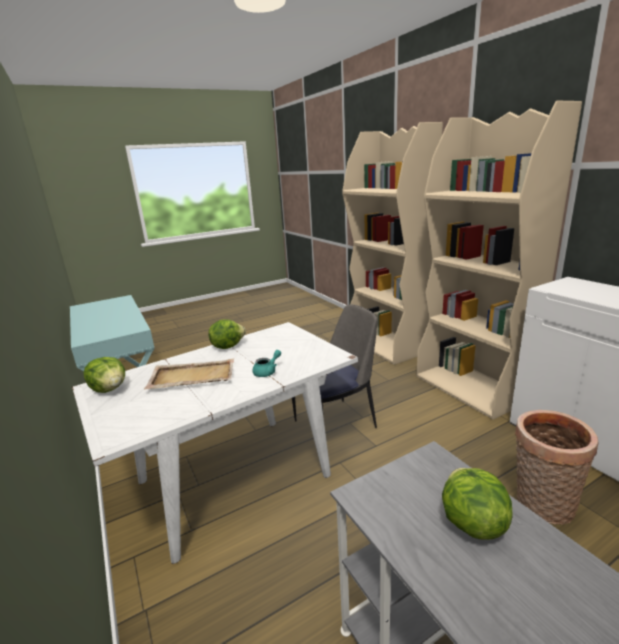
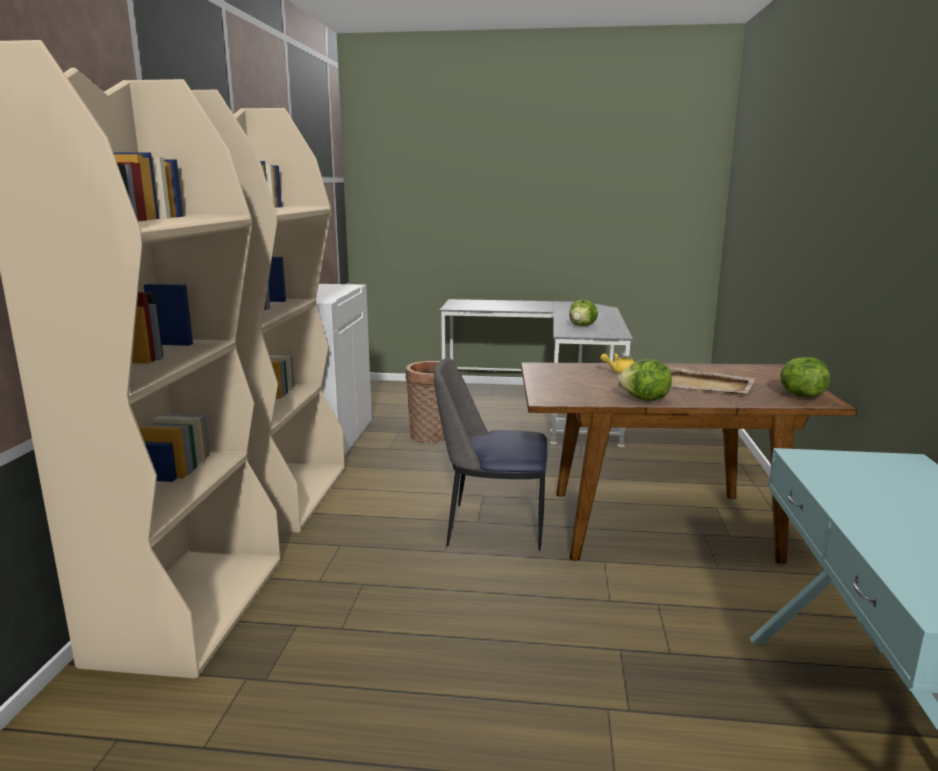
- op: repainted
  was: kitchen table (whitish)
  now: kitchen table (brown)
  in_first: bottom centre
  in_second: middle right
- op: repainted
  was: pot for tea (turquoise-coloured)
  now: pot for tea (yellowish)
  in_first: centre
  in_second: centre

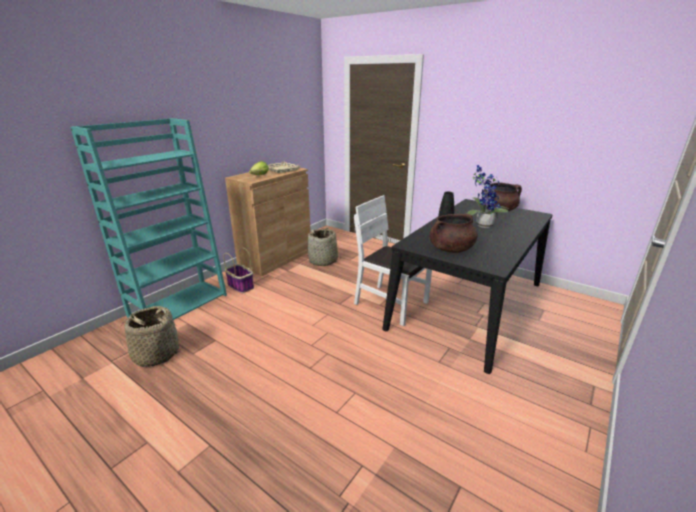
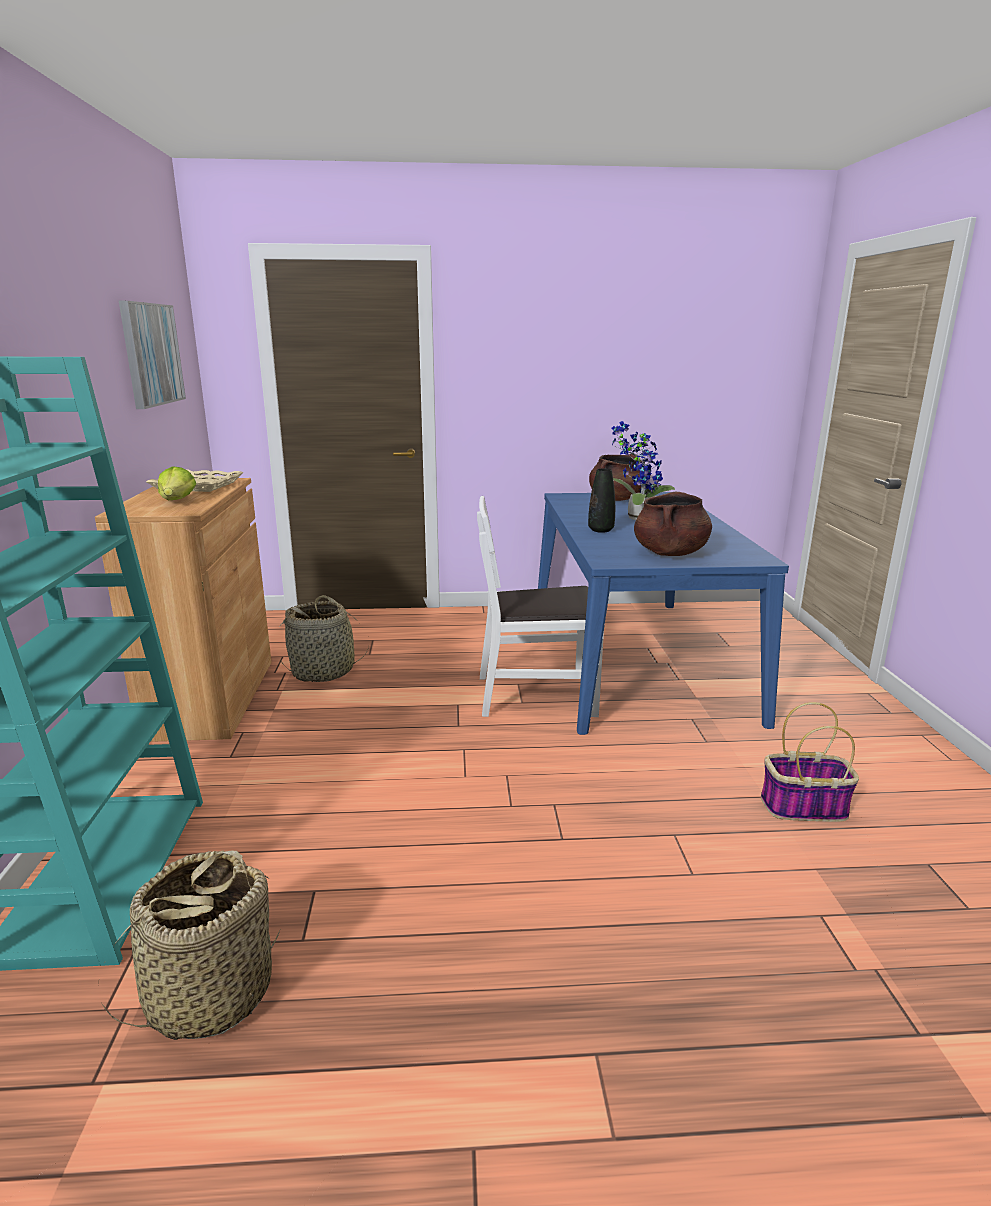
- op: shifted
  was: basket (no. 2 from left in the first image)
  now: basket (no. 3 from left)
  in_first: centre
  in_second: middle right
- op: repainted
  was: kitchen table (black)
  now: kitchen table (blue-coloured)
  in_first: middle right
  in_second: middle right
- op: new
  now: picture
  in_second: top left

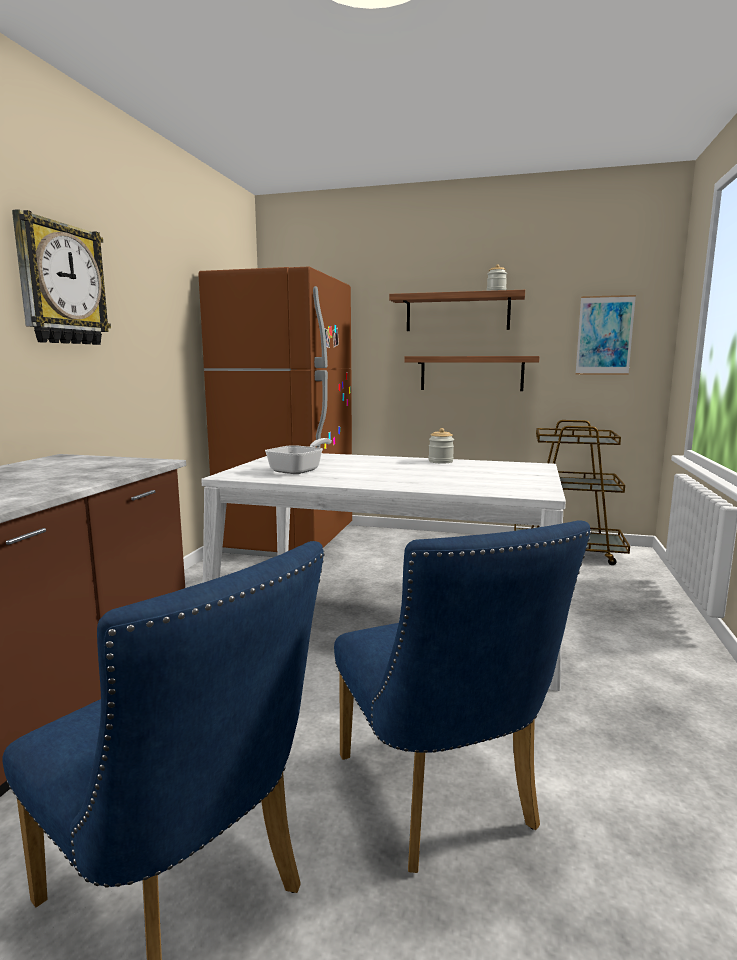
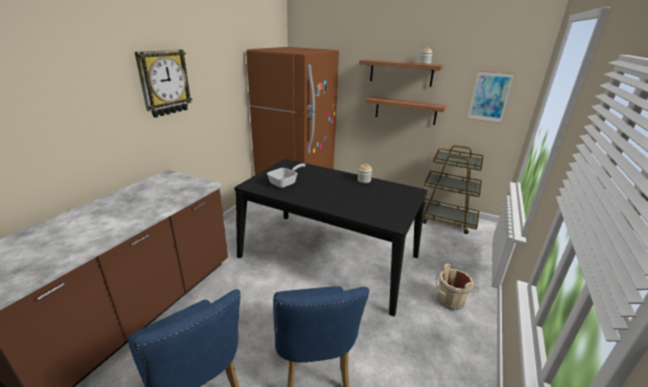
- op: repainted
  was: kitchen table (whitish)
  now: kitchen table (black)
  in_first: centre
  in_second: centre
- op: new
  now: bucket (beige)
  in_second: bottom right

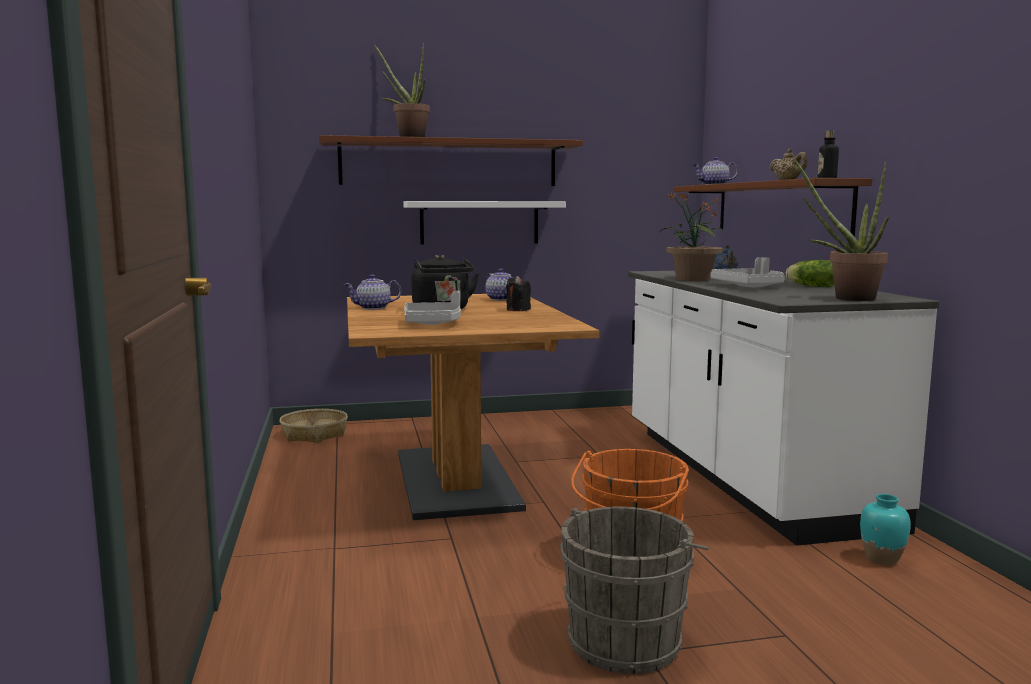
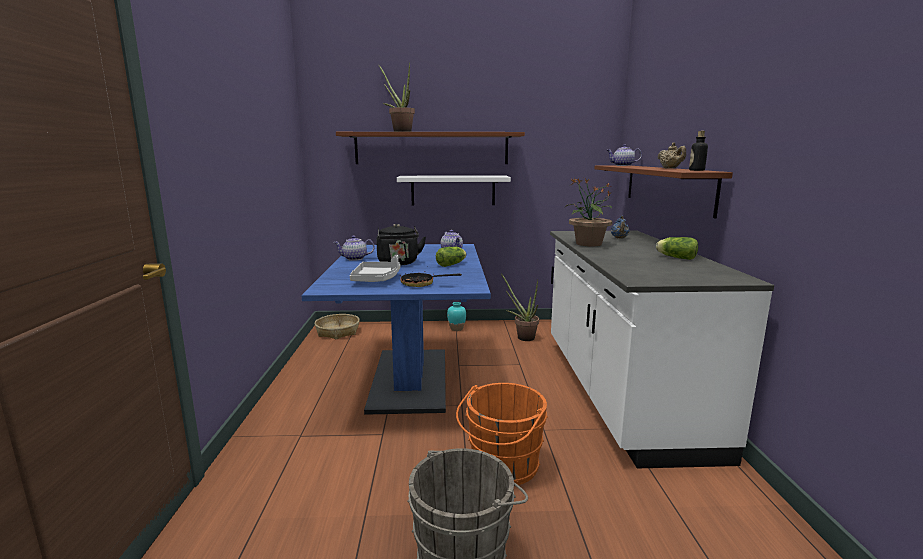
- op: repainted
  was: kitchen table (brown)
  now: kitchen table (blue-coloured)
  in_first: centre
  in_second: centre
- op: swapped
  was: candle (black)
  now: head of lettuce (no. 1 from left)
  in_first: centre
  in_second: centre
- op: gone
  was: serving tray (greyish) (no. 2 from left)
  in_first: middle right
- op: shifted
  was: plant in a pot (no. 3 from left in the first image)
  now: plant in a pot (no. 2 from left)
  in_first: middle right
  in_second: centre
- op: shifted
  was: vase (turquoise-coloured)
  in_first: bottom right
  in_second: centre
- op: new
  now: pan
  in_second: centre

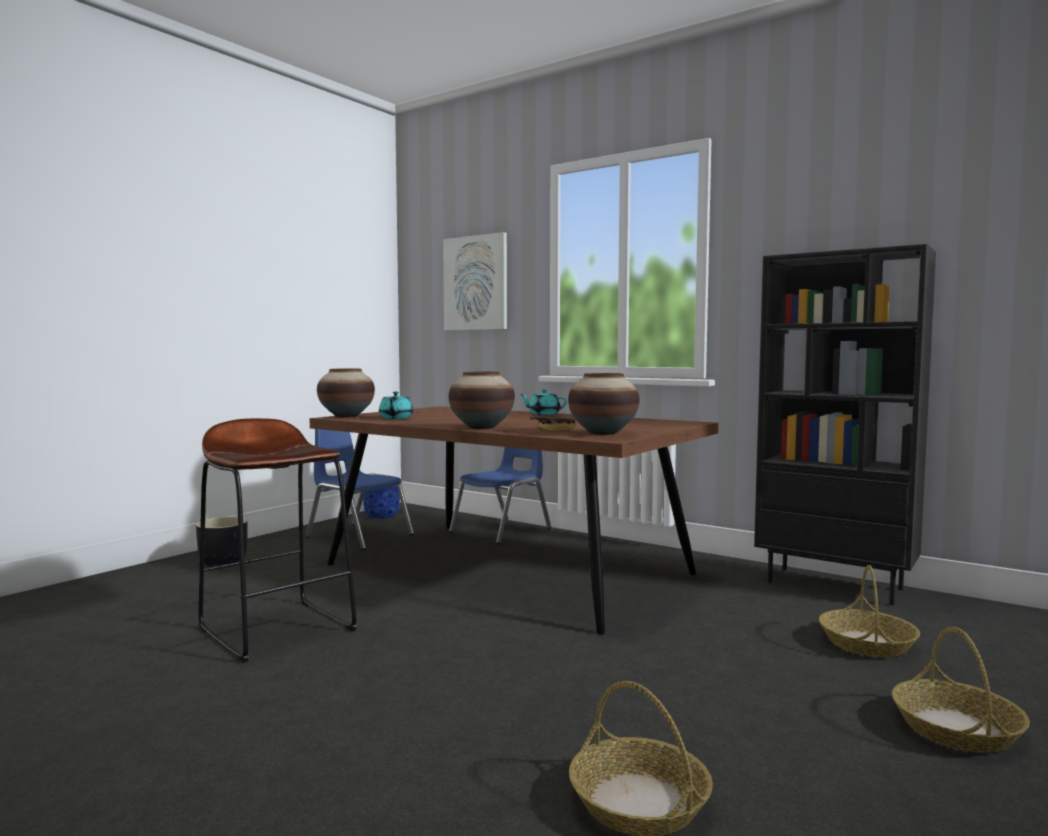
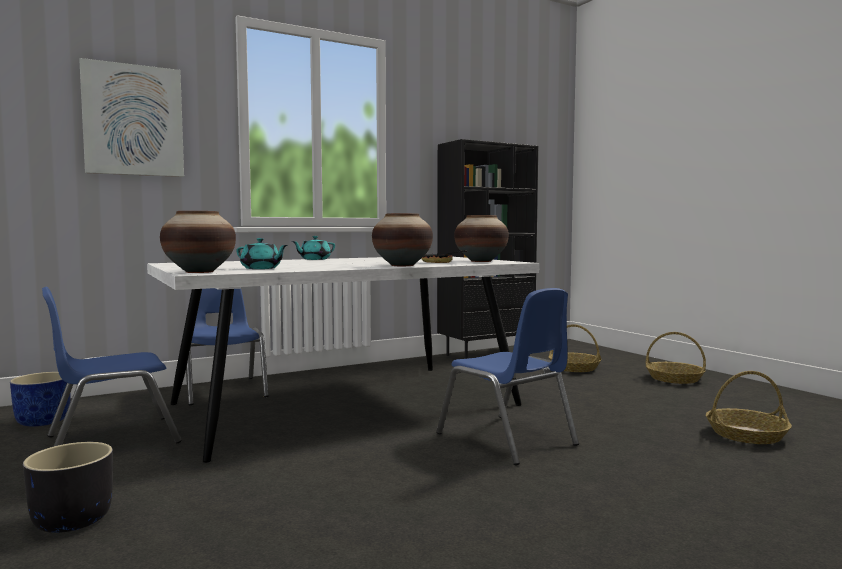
- op: gone
  was: sitting stool (brown)
  in_first: middle left
- op: repainted
  was: kitchen table (brown)
  now: kitchen table (whitish)
  in_first: centre
  in_second: centre
- op: new
  now: chair (blue-coloured) (no. 3 from left)
  in_second: centre

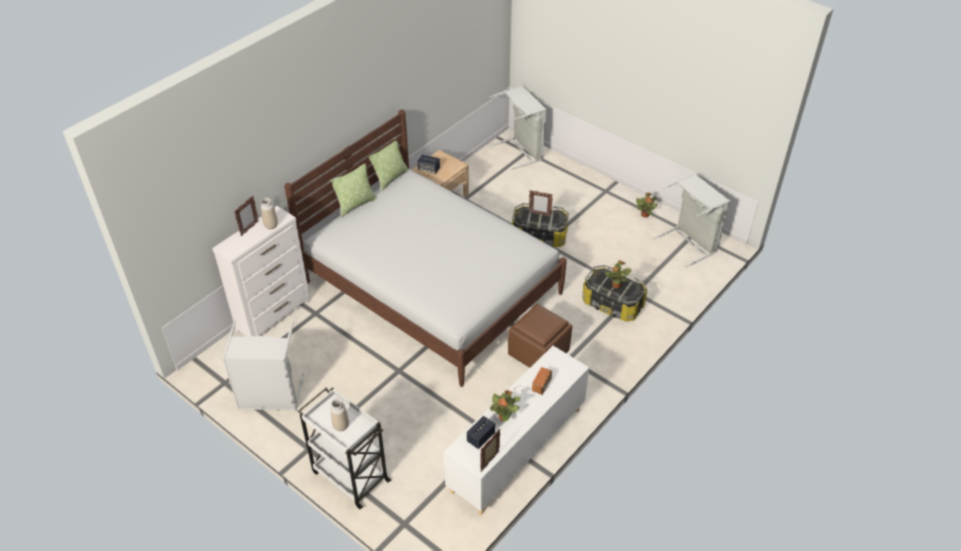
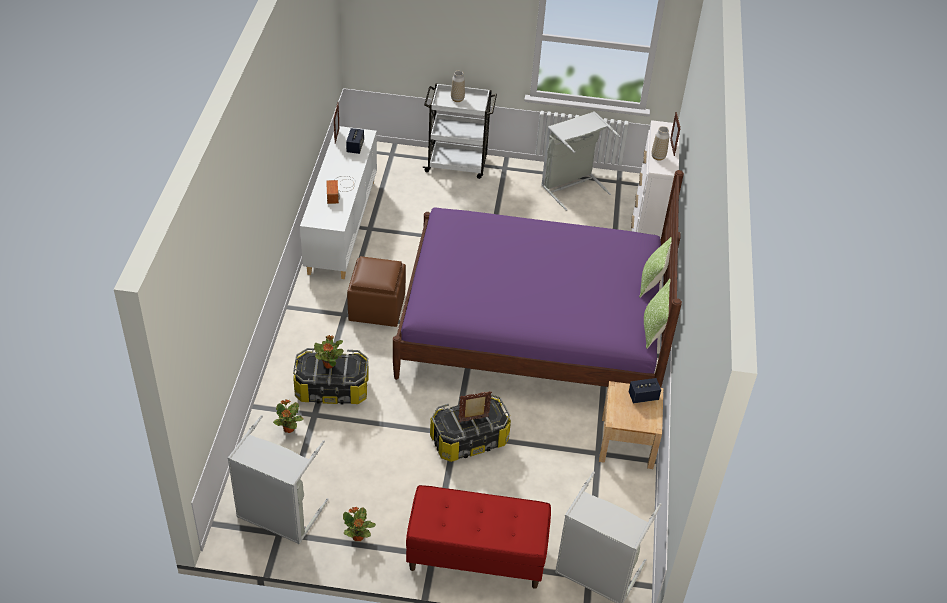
- op: repainted
  was: bed (whitish)
  now: bed (purple-coloured)
  in_first: centre
  in_second: centre
- op: shifted
  was: plant in a pot (no. 1 from left)
  in_first: bottom centre
  in_second: bottom left
- op: new
  now: long seat (red)
  in_second: bottom centre

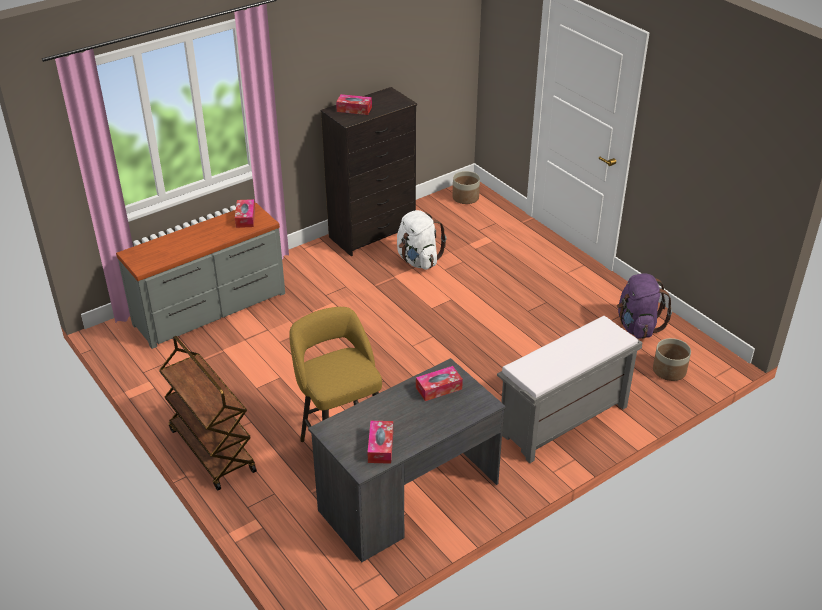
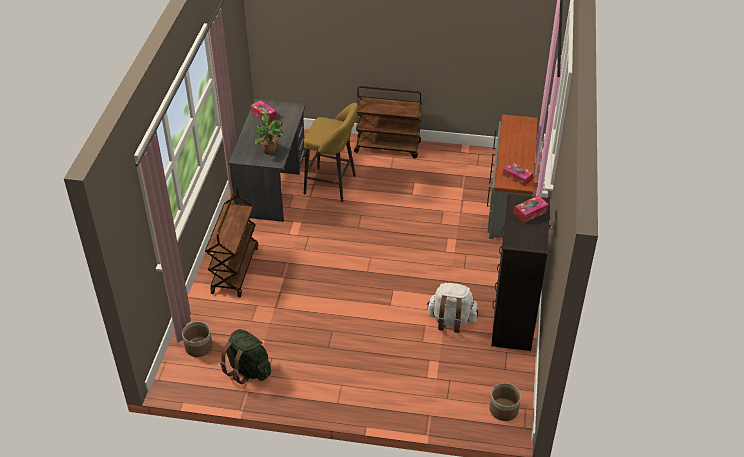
- op: swapped
  was: box of tissues (no. 4 from left)
  now: plant in a pot
  in_first: centre
  in_second: top centre
- op: swapped
  was: long seat (greyish)
  now: wheeled cart (brown) (no. 1 from left)
  in_first: middle right
  in_second: middle left
- op: repainted
  was: knapsack (purple-coloured)
  now: knapsack (green-coloured)
  in_first: middle right
  in_second: bottom left

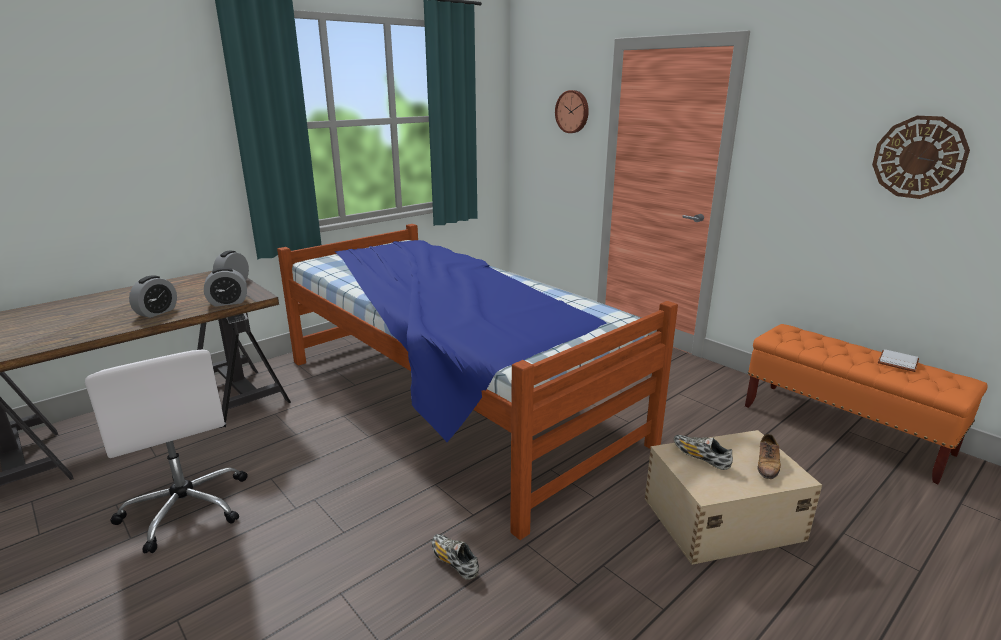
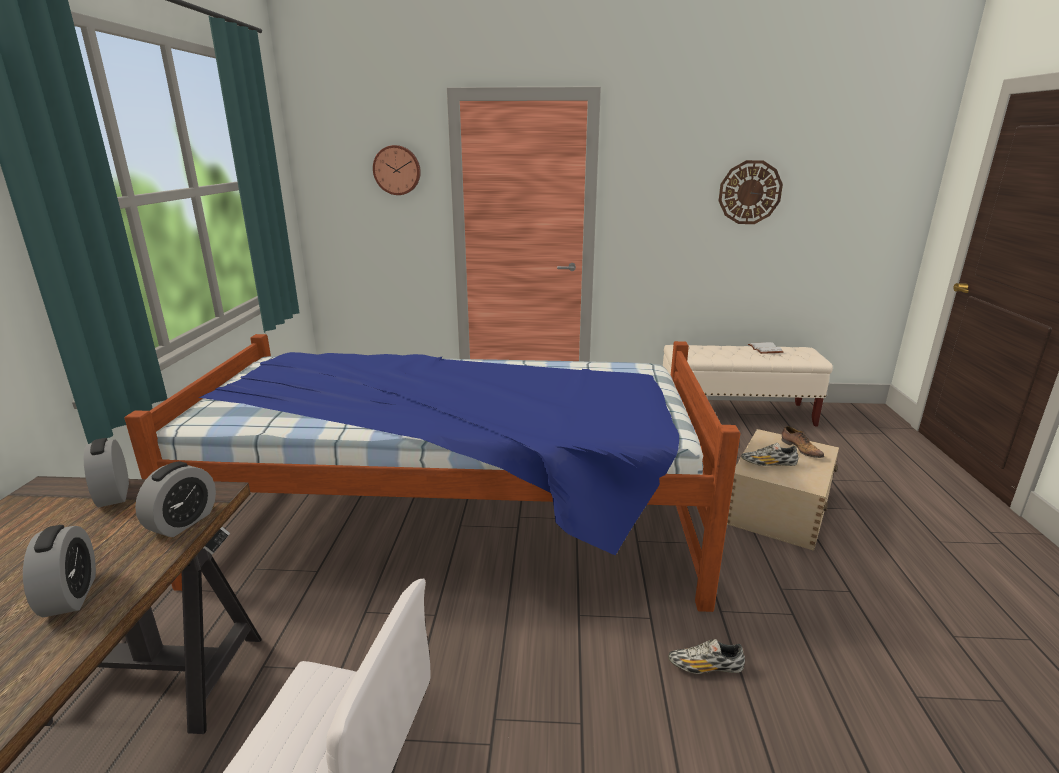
- op: repainted
  was: long seat (orangey)
  now: long seat (beige)
  in_first: middle right
  in_second: middle right

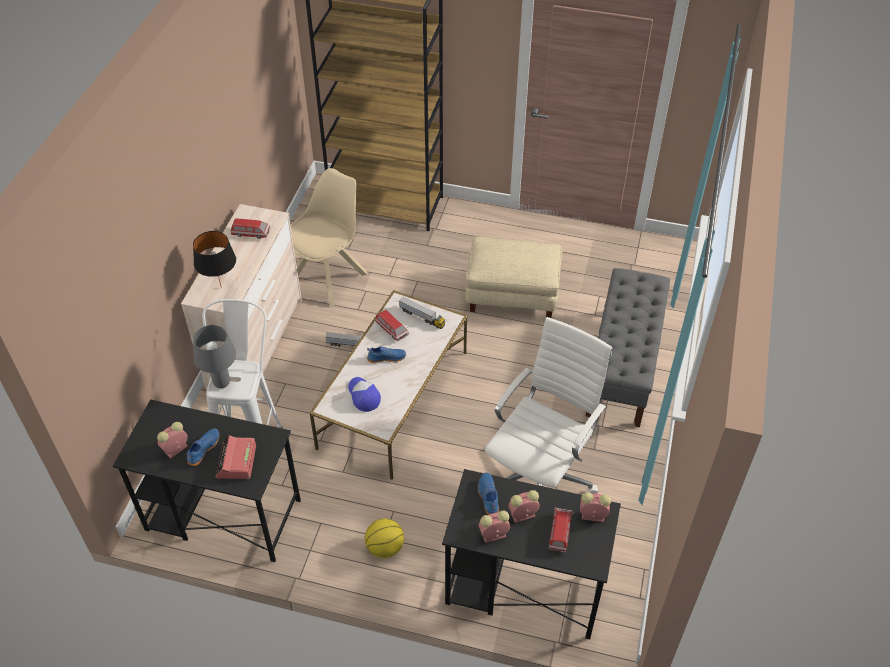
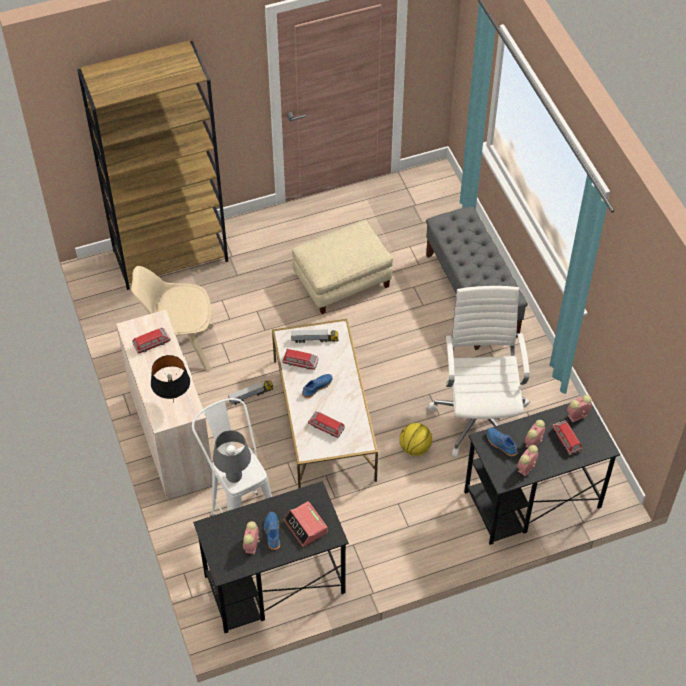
- op: rotated
  was: chair (beige)
  in_first: centre
  in_second: middle left
  clockwise: -90
- op: swapped
  was: baseball cap
  now: toy car (no. 3 from left)
  in_first: centre
  in_second: centre
- op: shifted
  was: basketball ball
  in_first: bottom centre
  in_second: centre

